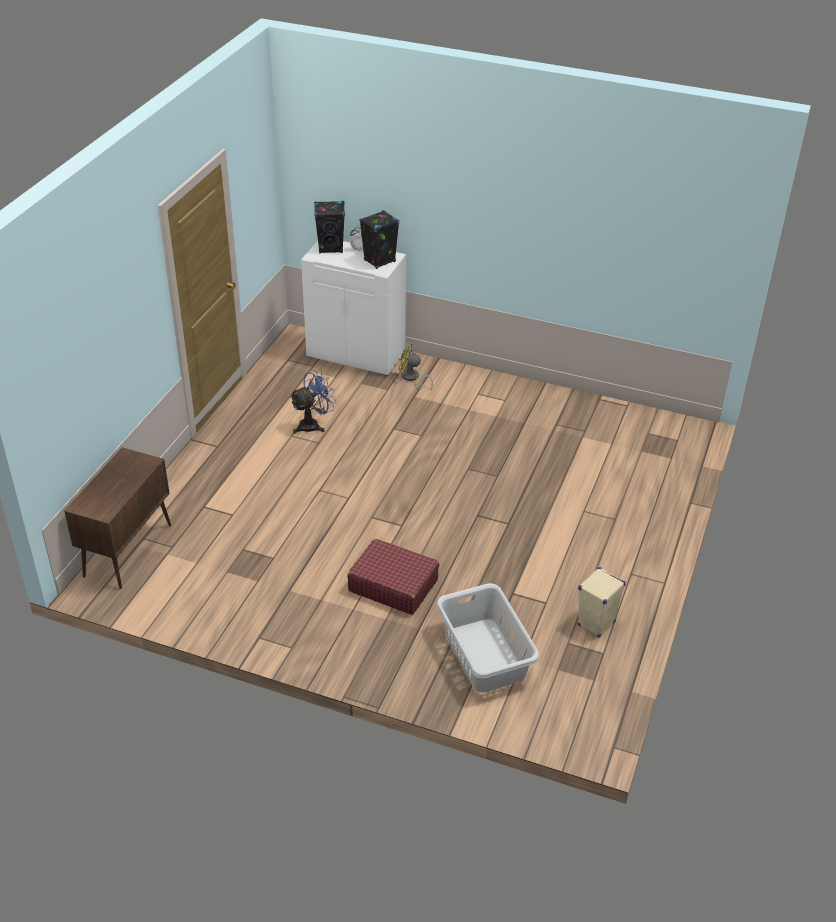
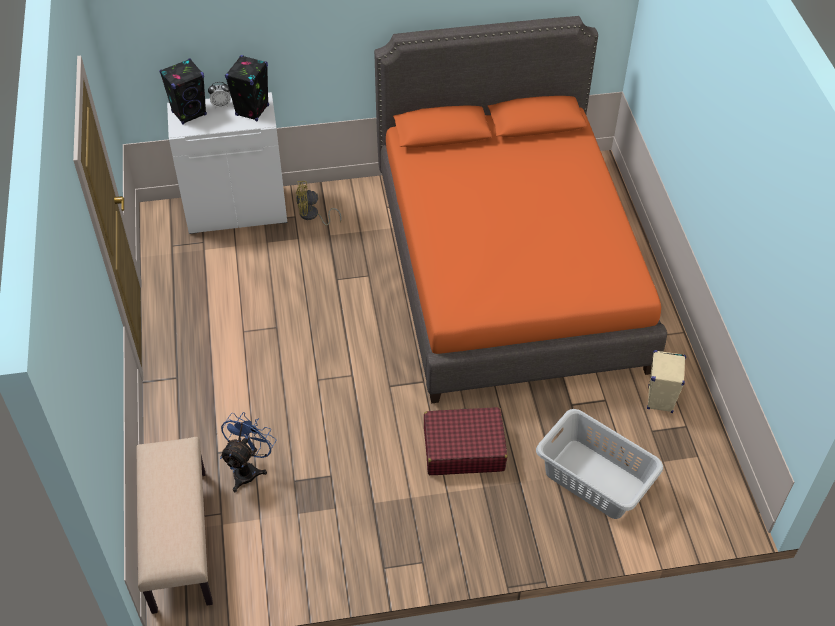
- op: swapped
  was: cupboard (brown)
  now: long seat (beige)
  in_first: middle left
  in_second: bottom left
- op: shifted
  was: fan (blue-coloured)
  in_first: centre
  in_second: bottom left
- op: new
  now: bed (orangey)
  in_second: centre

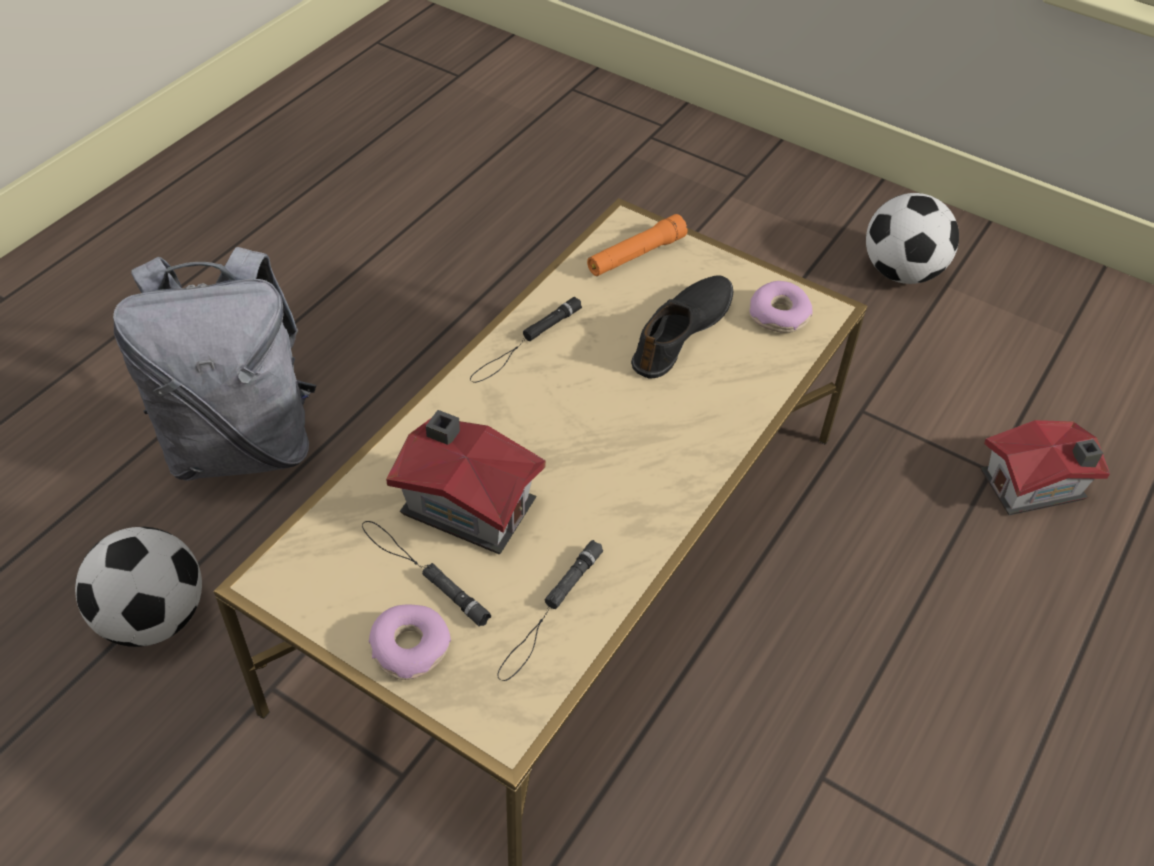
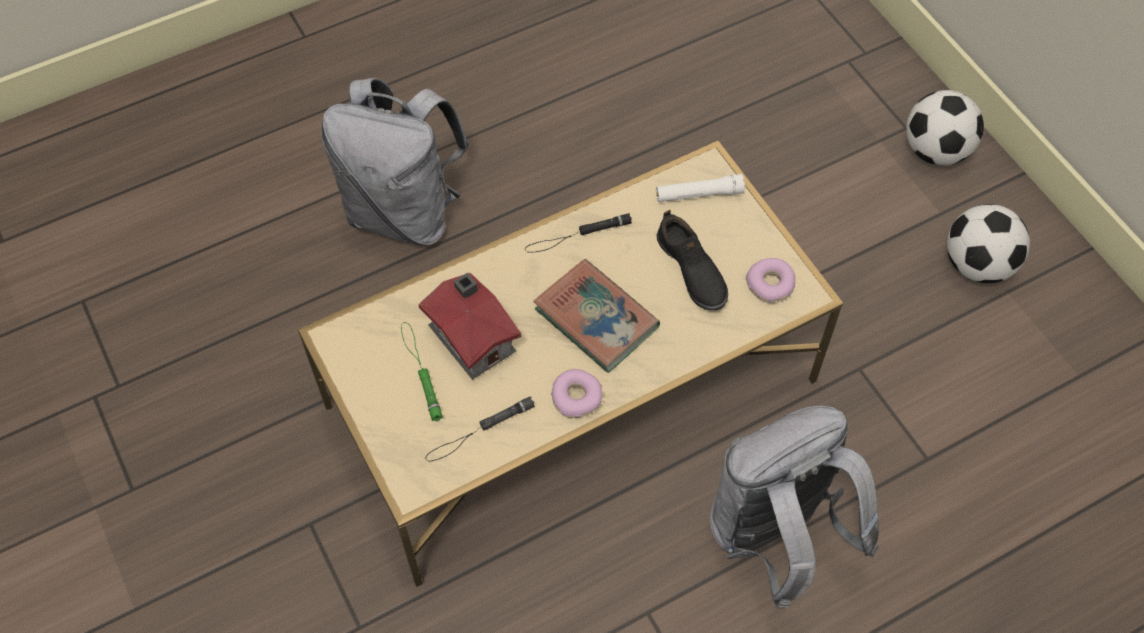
- op: shifted
  was: ball for football (no. 1 from left)
  in_first: bottom left
  in_second: top right
- op: repainted
  was: hand torch (black) (no. 1 from left)
  now: hand torch (green-coloured)
  in_first: centre
  in_second: centre
- op: shifted
  was: doughnut (no. 1 from left)
  in_first: bottom centre
  in_second: centre
- op: repainted
  was: hand torch (orangey)
  now: hand torch (whitish)
  in_first: top centre
  in_second: top centre
- op: rotated
  was: low shoe (black)
  in_first: centre
  in_second: centre
  clockwise: 90
- op: gone
  was: model house (no. 2 from left)
  in_first: middle right
- op: new
  now: volume
  in_second: centre
- op: new
  now: knapsack (greyish) (no. 2 from left)
  in_second: bottom right

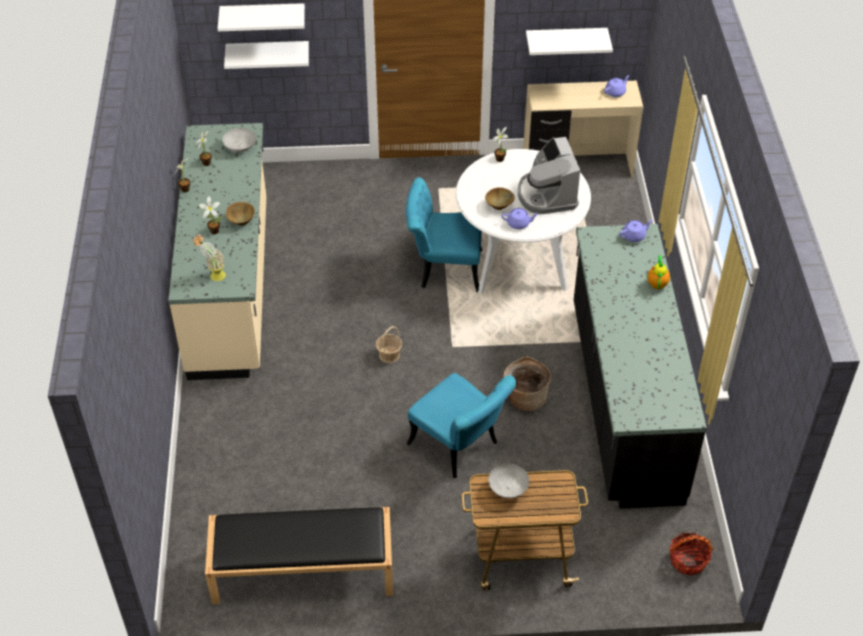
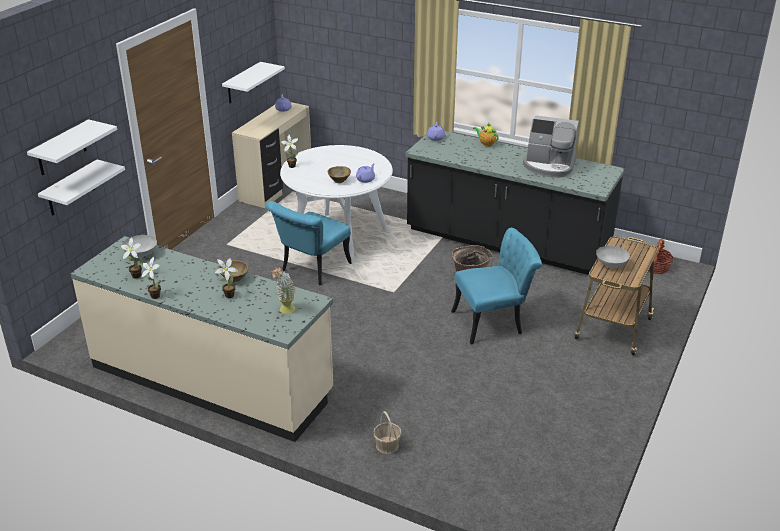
- op: gone
  was: long seat (black)
  in_first: bottom centre
- op: shifted
  was: basket (no. 1 from left)
  in_first: centre
  in_second: bottom centre
- op: shifted
  was: coffee maker
  in_first: top centre
  in_second: top right

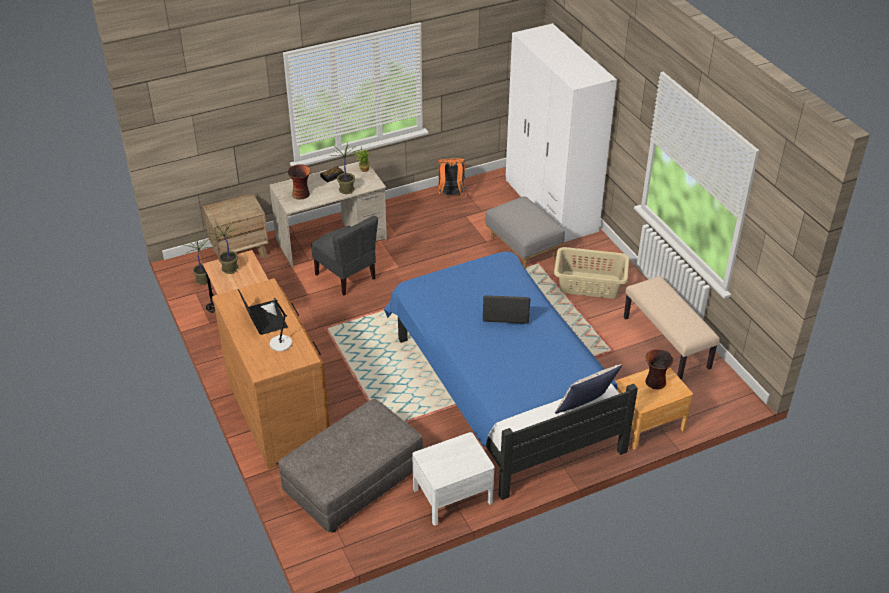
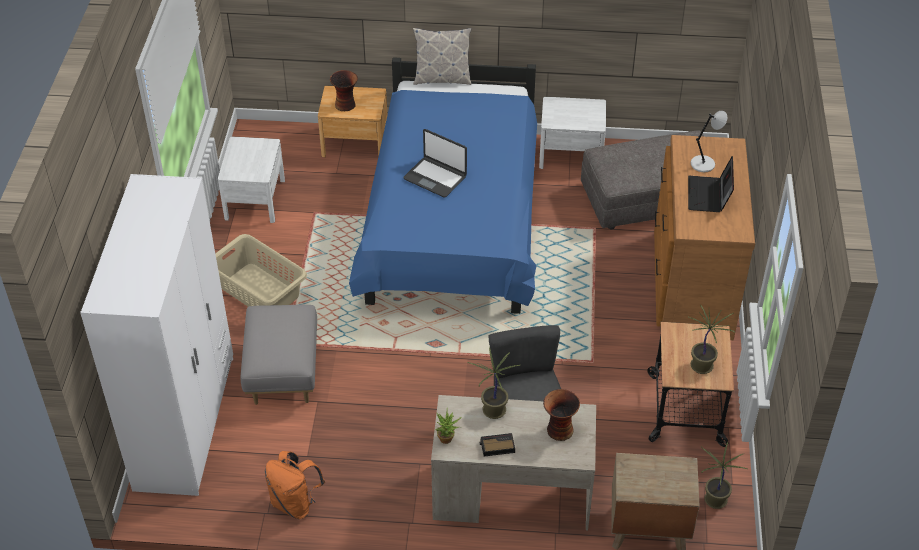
- op: swapped
  was: long seat (beige)
  now: nightstand (whitish) (no. 1 from left)
  in_first: middle right
  in_second: top left

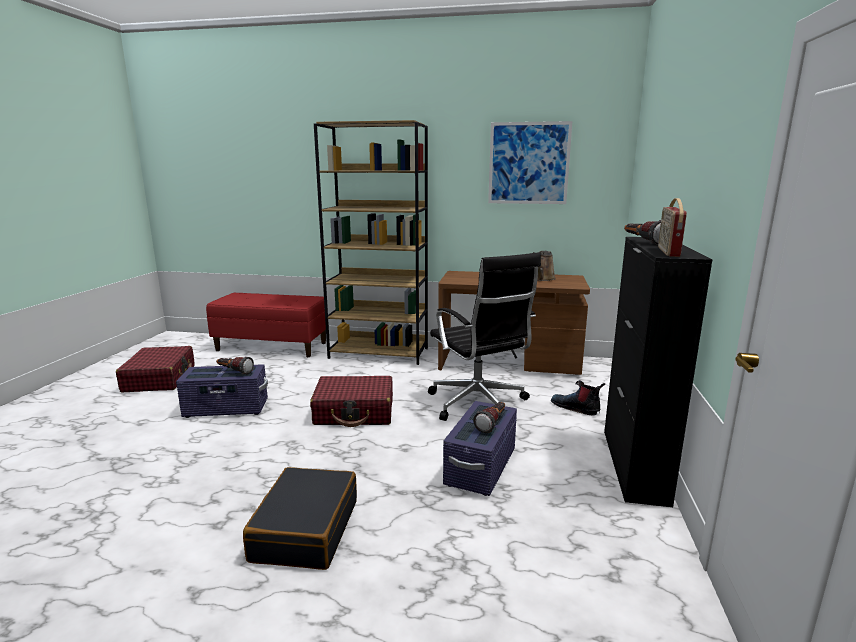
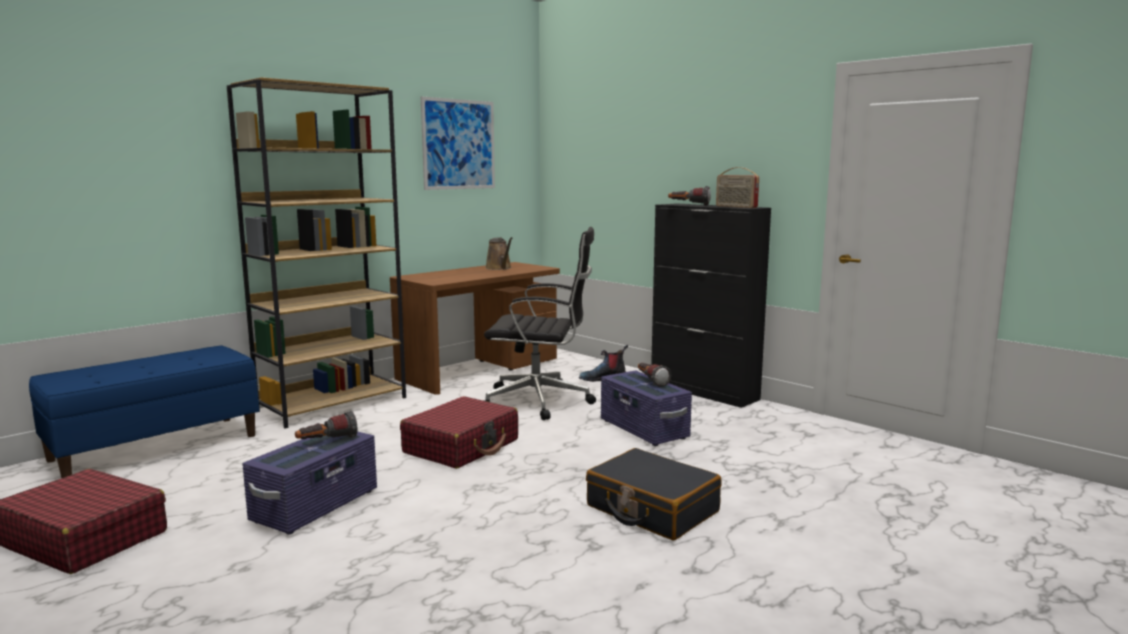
- op: repainted
  was: long seat (red)
  now: long seat (blue-coloured)
  in_first: middle left
  in_second: middle left

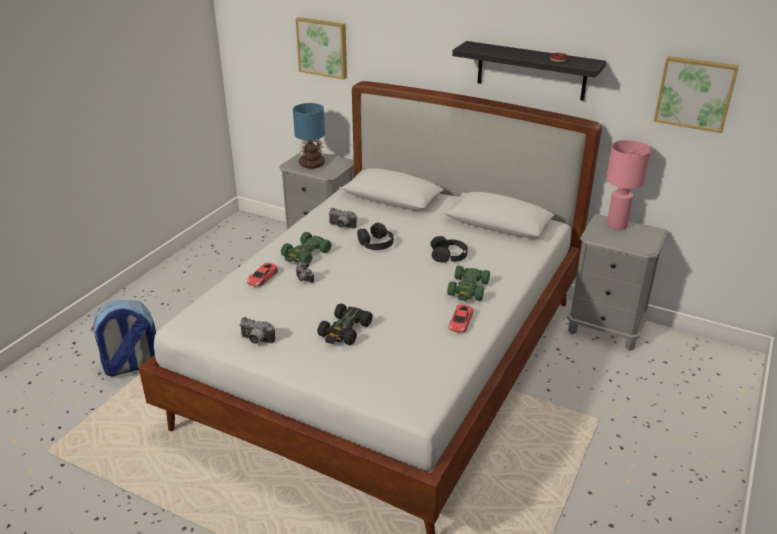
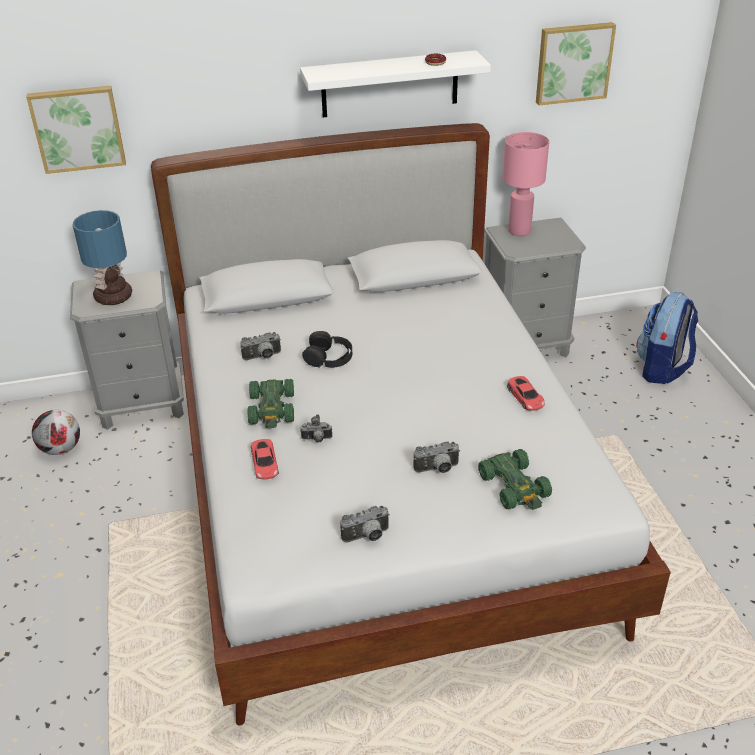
- op: shifted
  was: knapsack
  in_first: middle left
  in_second: middle right
- op: swapped
  was: toy car (black)
  now: still camera (no. 4 from left)
  in_first: centre
  in_second: centre
- op: gone
  was: headset (black) (no. 2 from left)
  in_first: centre
- op: shifted
  was: toy car (green-coloured) (no. 2 from left)
  in_first: centre
  in_second: middle right
- op: repainted
  was: shelf (black)
  now: shelf (whitish)
  in_first: top right
  in_second: top centre
- op: new
  now: ball for football
  in_second: middle left

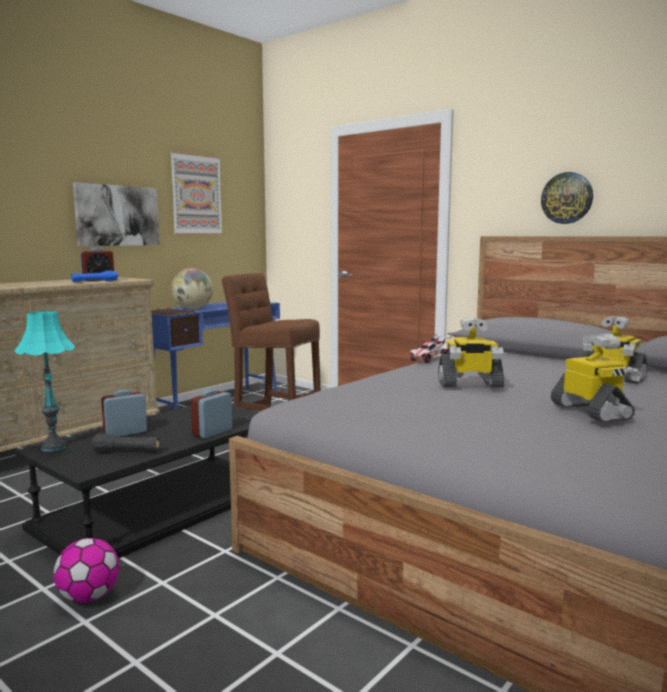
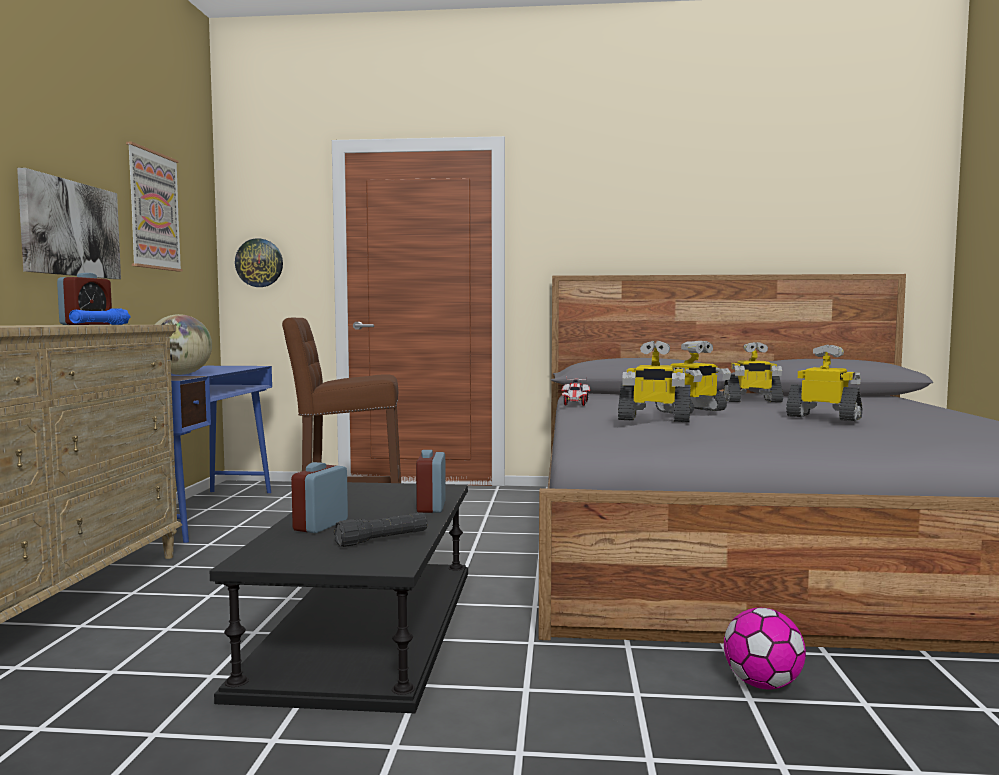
- op: gone
  was: table lamp (turquoise-coloured)
  in_first: middle left
- op: shifted
  was: ball for football
  in_first: bottom left
  in_second: bottom right
- op: shifted
  was: hanging clock
  in_first: top right
  in_second: middle left
- op: new
  now: model robot (no. 1 from left)
  in_second: centre

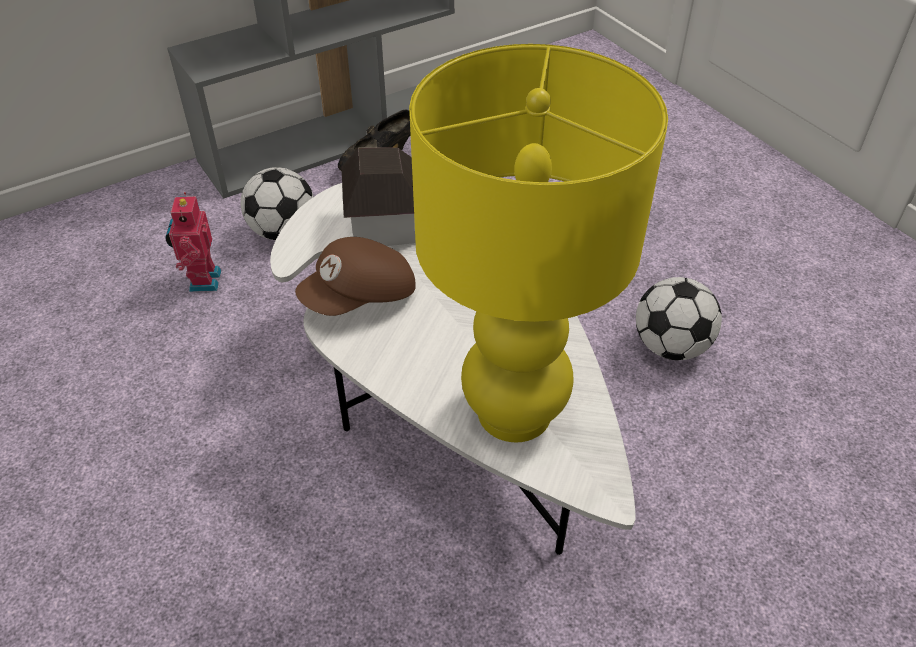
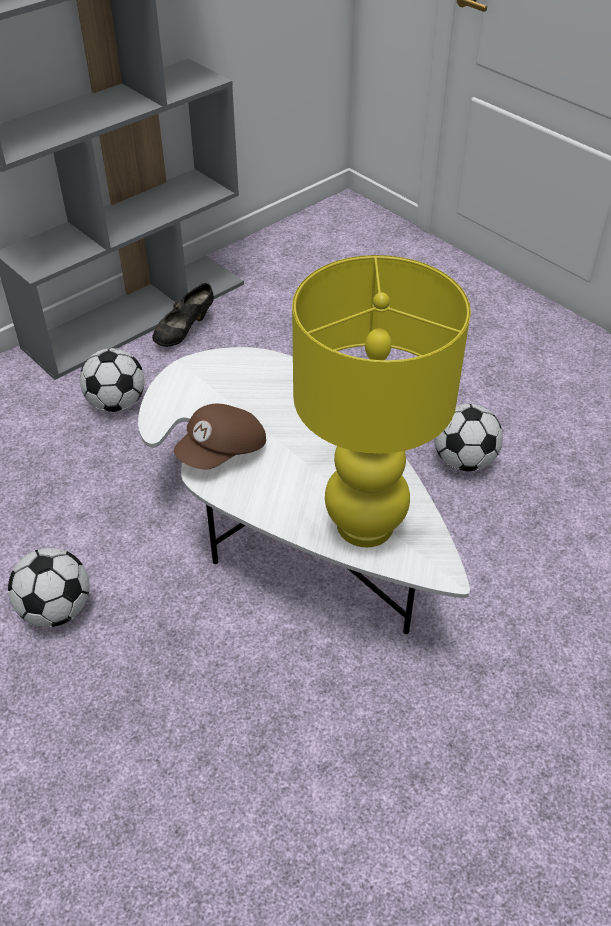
- op: gone
  was: model robot
  in_first: middle left
- op: gone
  was: model house
  in_first: top centre
- op: new
  now: ball for football (no. 1 from left)
  in_second: middle left

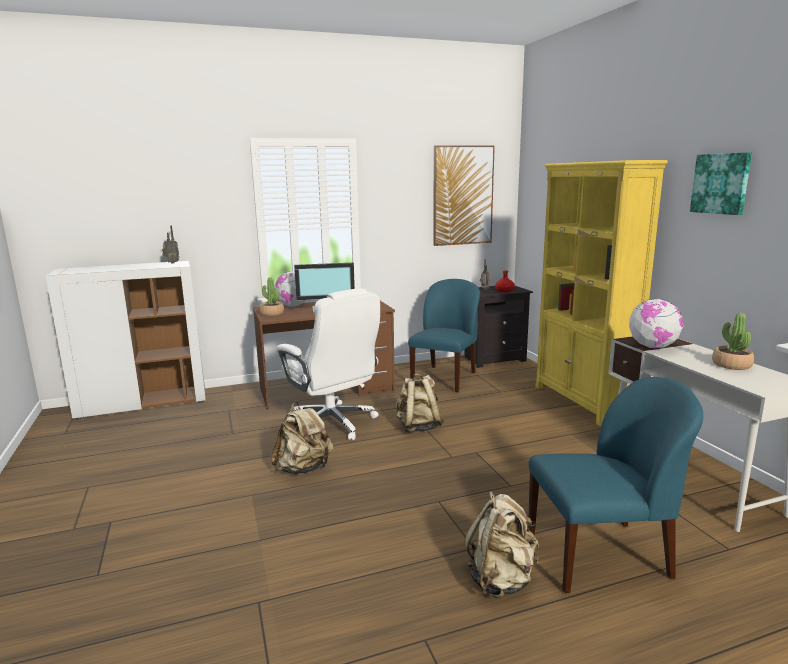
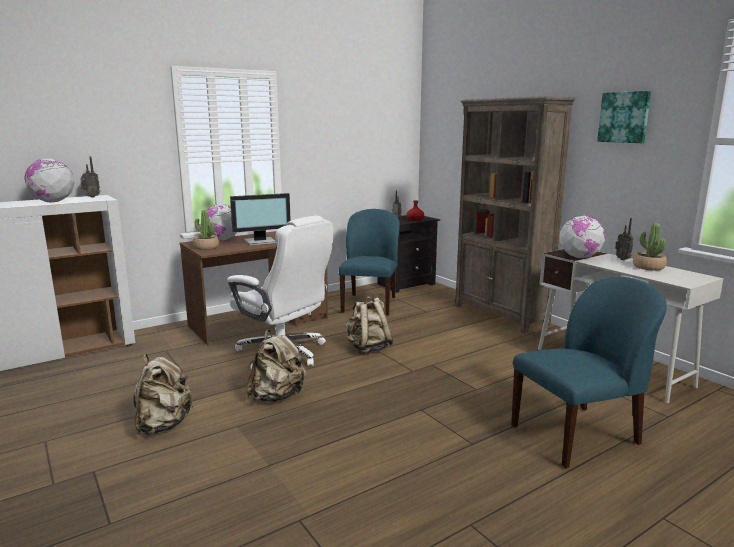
- op: gone
  was: picture (no. 1 from left)
  in_first: top centre
- op: shifted
  was: knapsack (beige) (no. 3 from left in the first image)
  now: knapsack (beige) (no. 1 from left)
  in_first: bottom centre
  in_second: bottom left
- op: repainted
  was: bookshelf (yellowish)
  now: bookshelf (brown)
  in_first: middle right
  in_second: middle right
- op: new
  now: globe (no. 1 from left)
  in_second: top left
- op: new
  now: radio receiver (no. 3 from left)
  in_second: middle right

